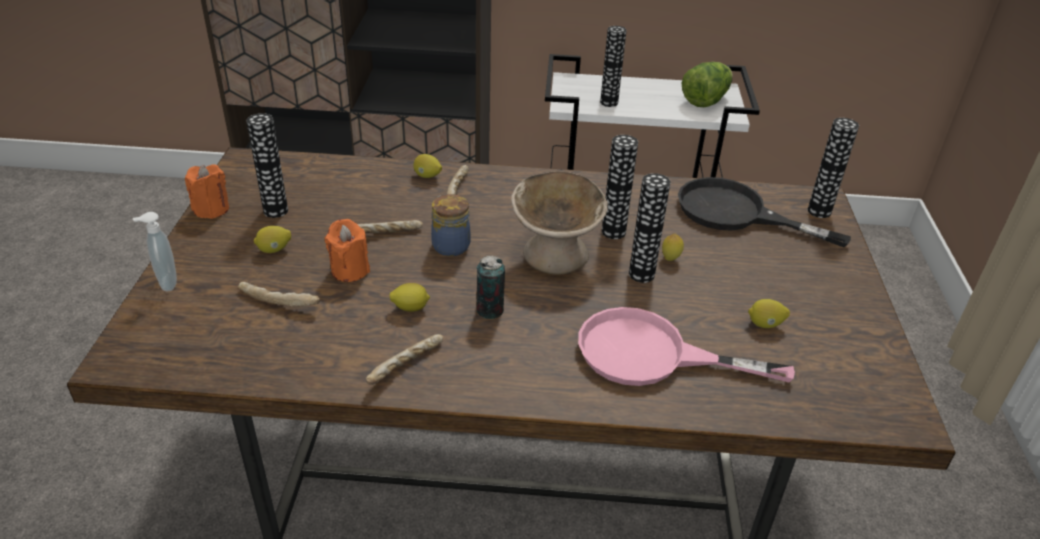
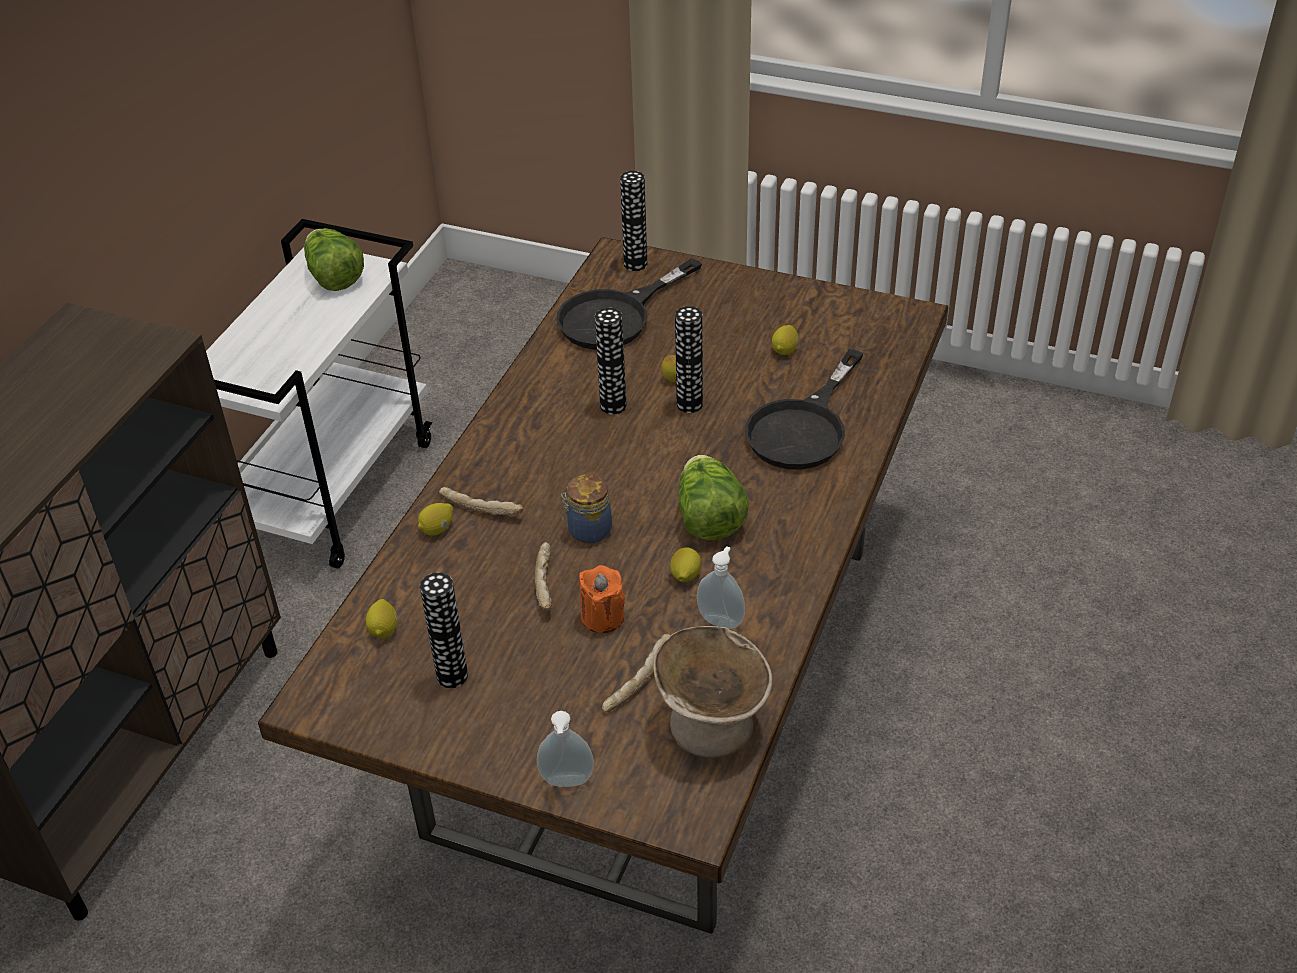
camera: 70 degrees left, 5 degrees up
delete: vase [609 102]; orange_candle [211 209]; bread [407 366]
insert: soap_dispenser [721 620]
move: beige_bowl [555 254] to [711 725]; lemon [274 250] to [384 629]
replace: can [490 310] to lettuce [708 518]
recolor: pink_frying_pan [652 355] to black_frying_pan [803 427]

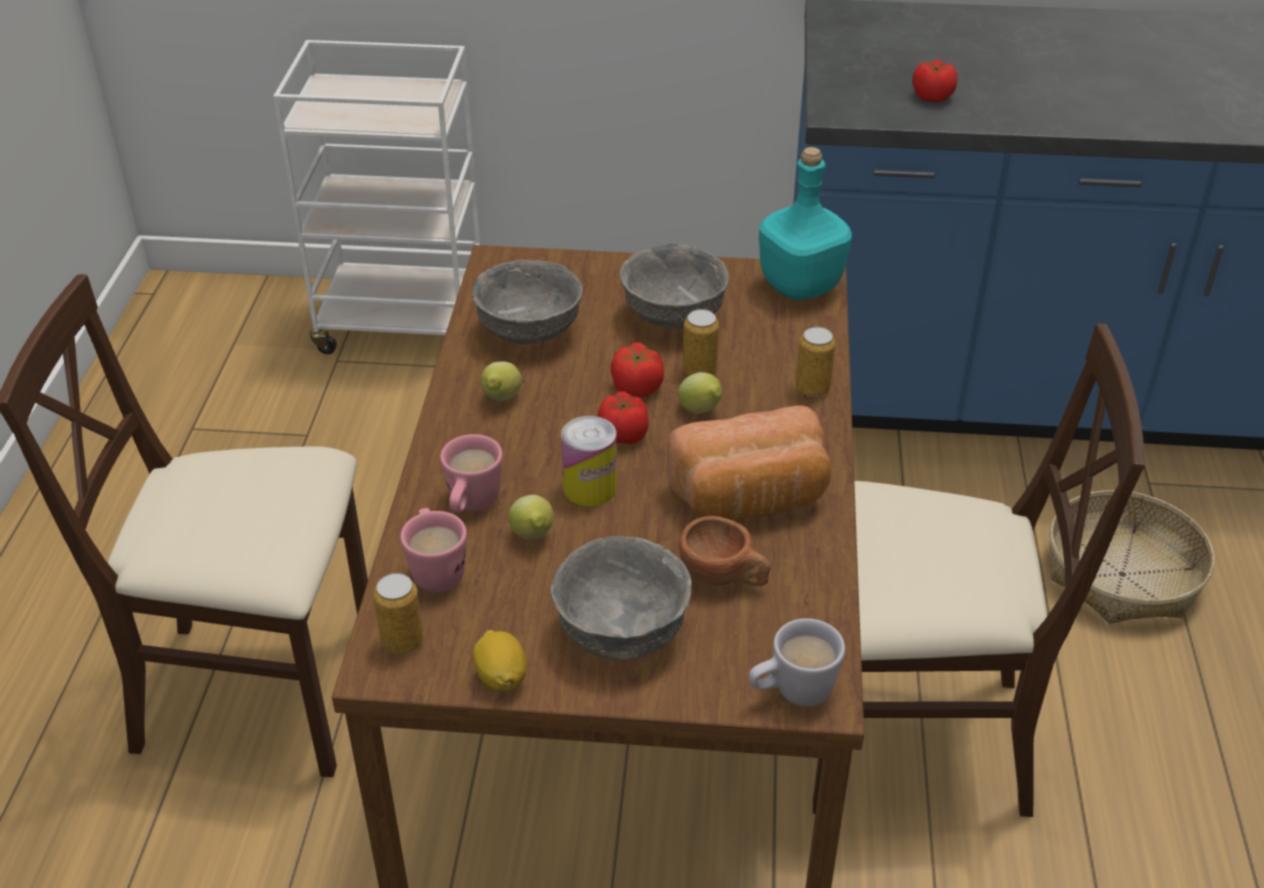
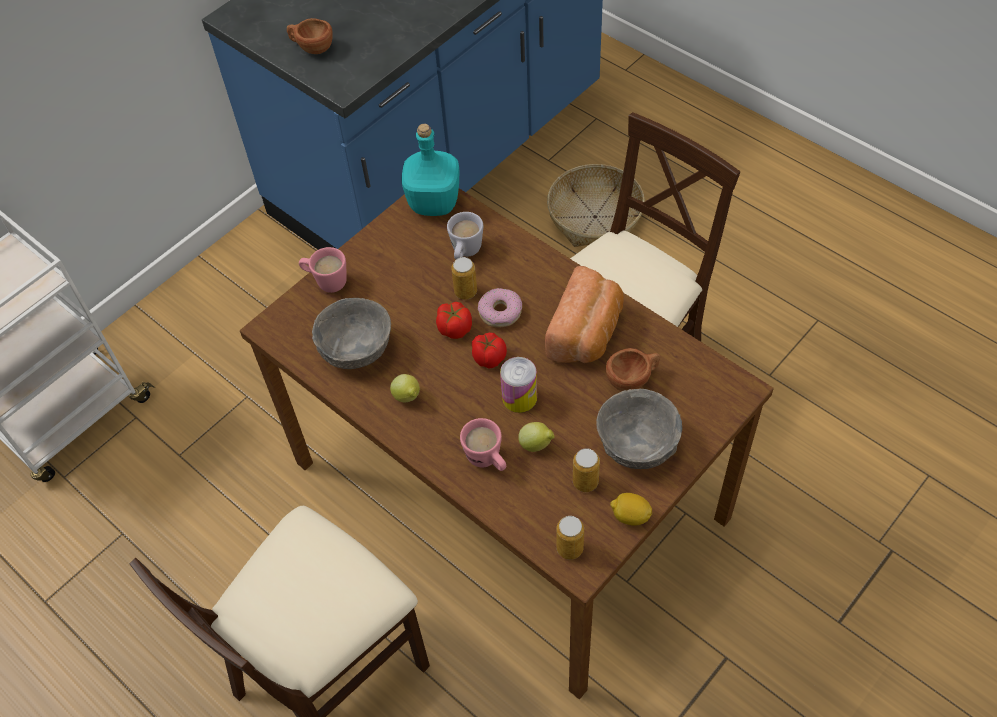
camera: 50 degrees left, 15 degrees up
delete: tomato [931 97]; grey_bowl [672 315]
insert: brown_cup [312 48]
move: can [812 388] to [585 482]; pink_mug [436 569] to [326 281]; white_mug [791 693] to [465 253]
replace: lemon [701 411] to donut [500 312]

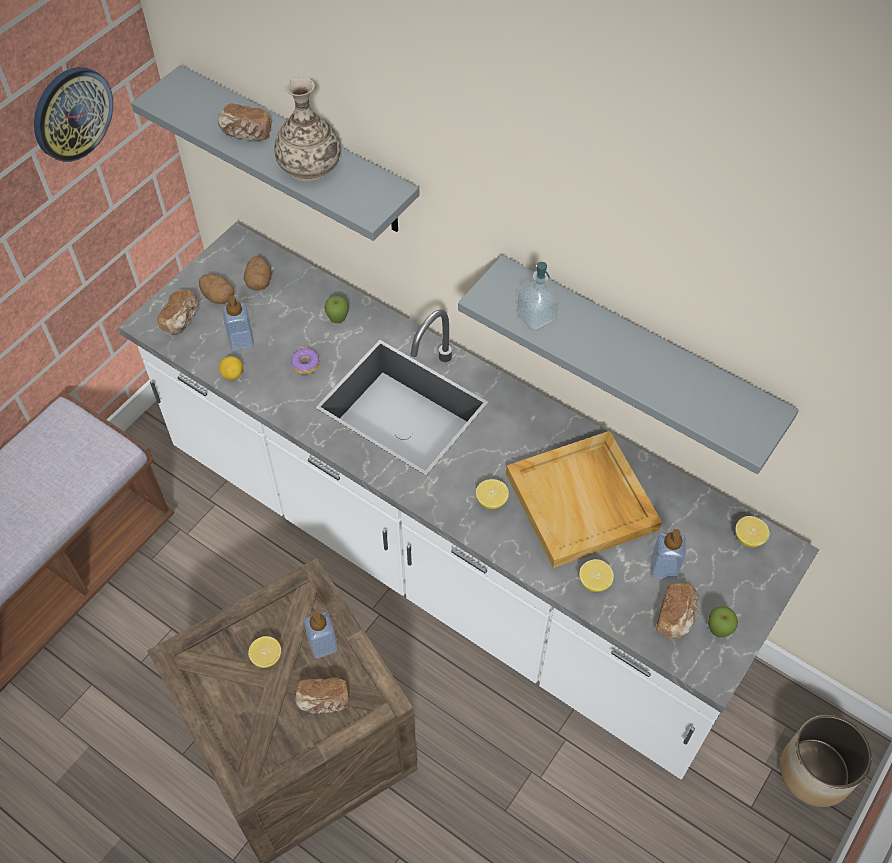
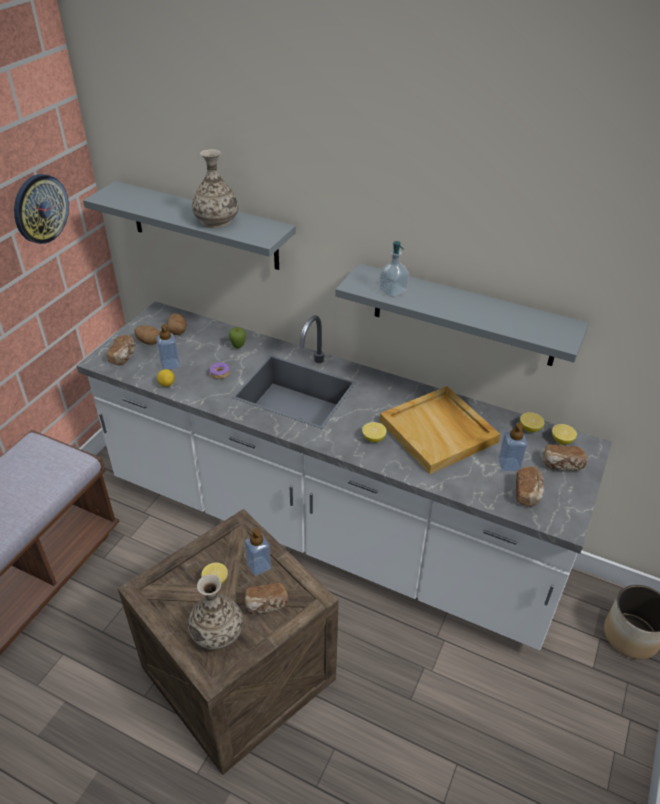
camera: 10 degrees left, 15 degrees down
delete: apple [718 631]
insert: vase [217 632]
move: bread [246 134] to [562 465]; lemon [594 582] to [530 428]

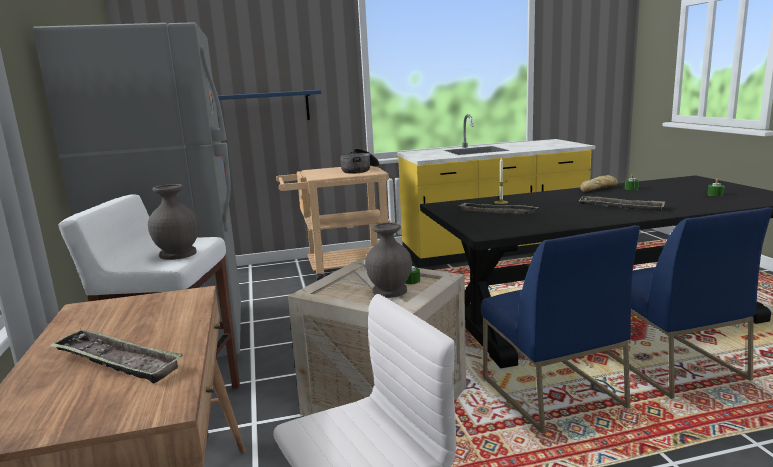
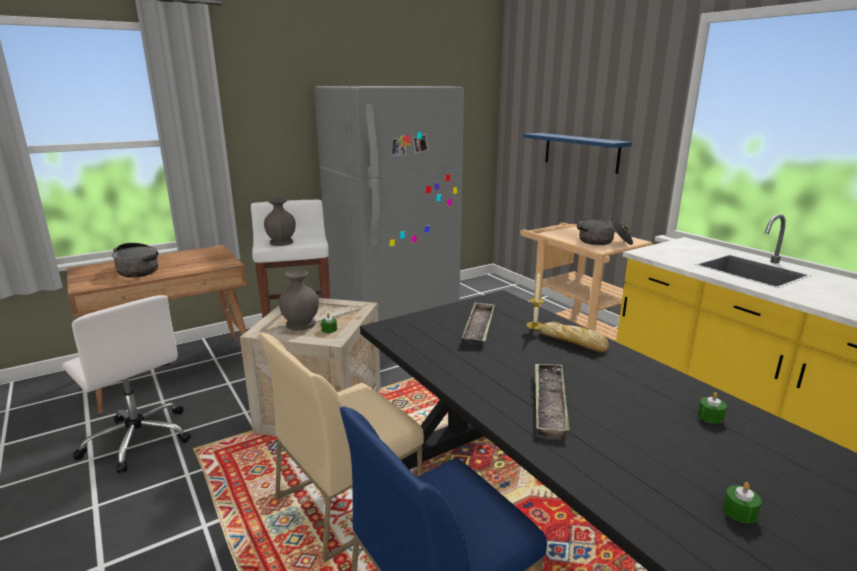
camera: 70 degrees right, 5 degrees up
move: bread [599 188] to [574 342]
replace: tray [116 362] to cooking_pot [139 269]
recolor: blue_chair [550 392] to beige_chair [348 501]

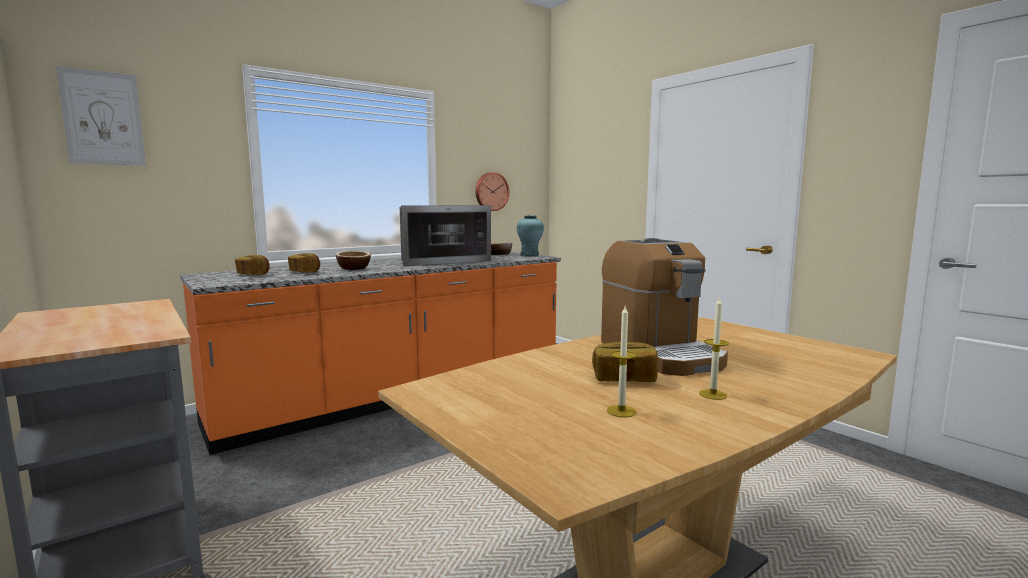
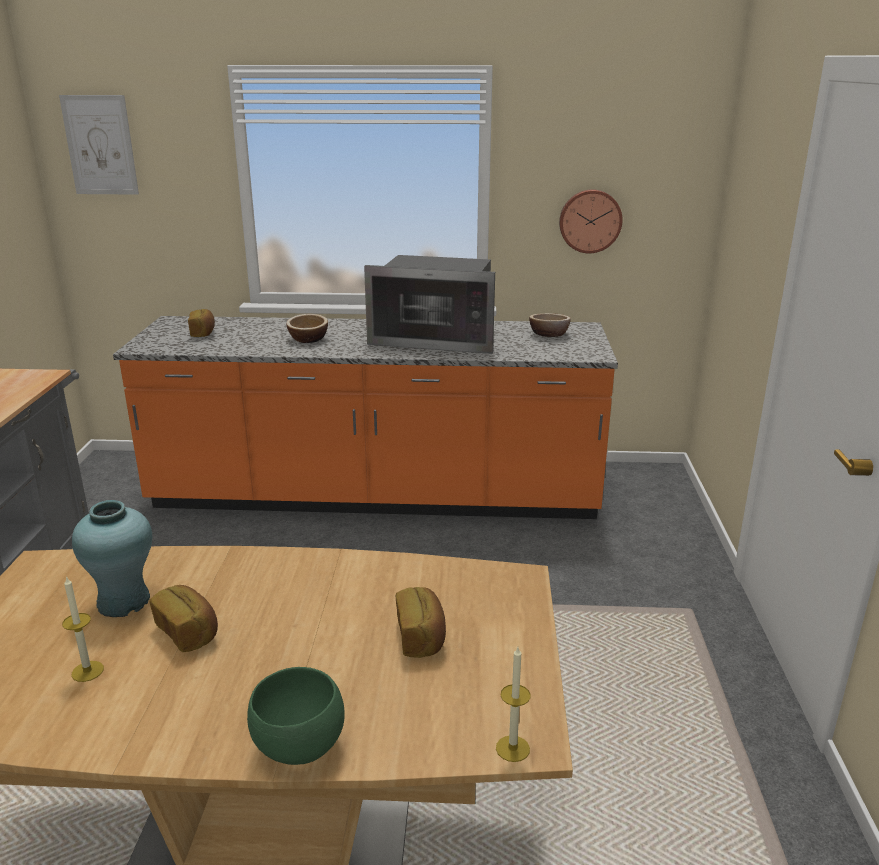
camera: 40 degrees right, 15 degrees up
delete: coffee_machine [659 353]
insert: green_bowl [300 749]
move: turquoise_vase [529 255] to [124 601]; bread [305 272] to [421 637]; candle [713 394] to [512 748]

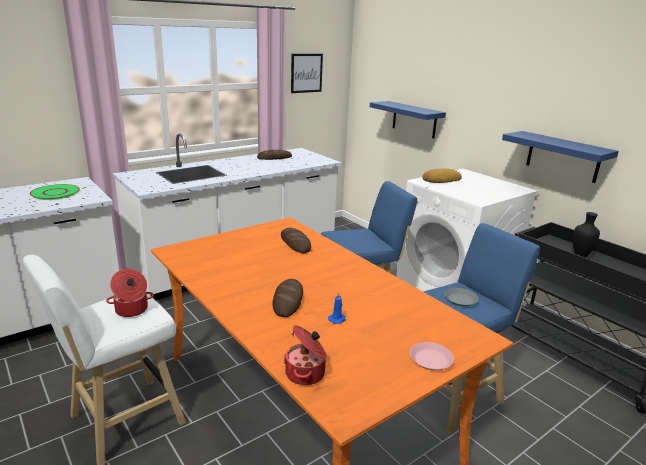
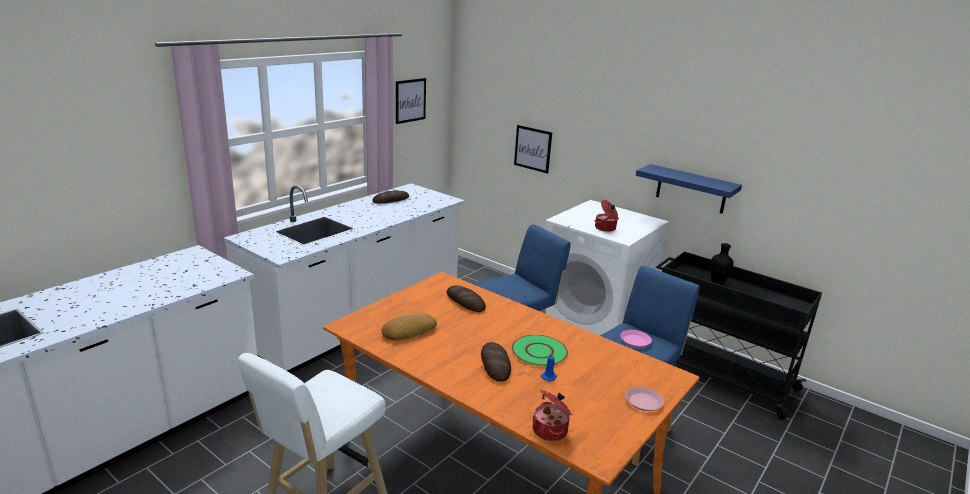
camera: 15 degrees left, 0 degrees up
move: bread [440 180] to [408 331]; green_plate [55 193] to [539 352]; cooking_pot [131 310] to [605 228]
replace: blue_shelf [414 119] to picture [533 148]
recolor: grey_plate [460 300] to pink_plate [635 341]

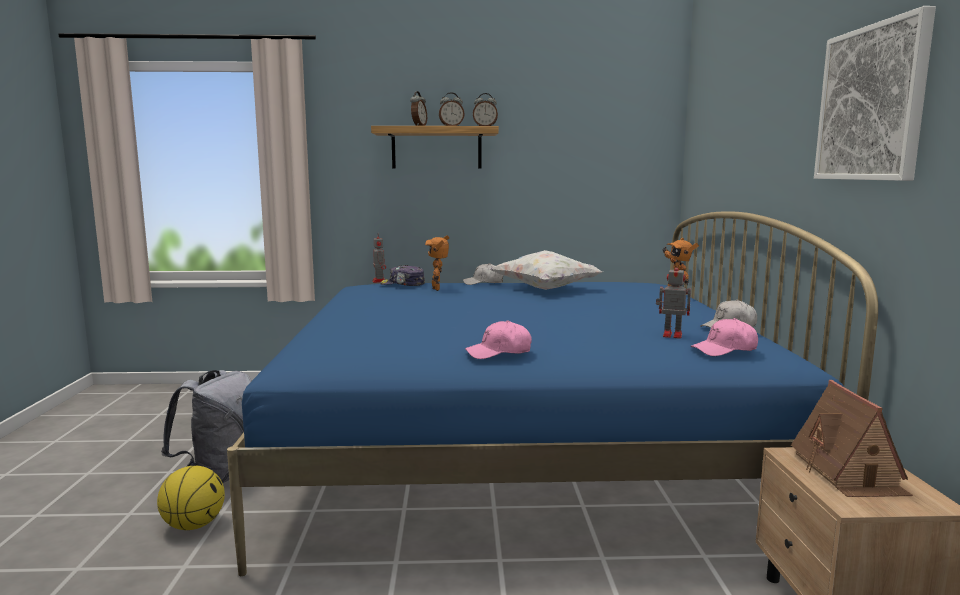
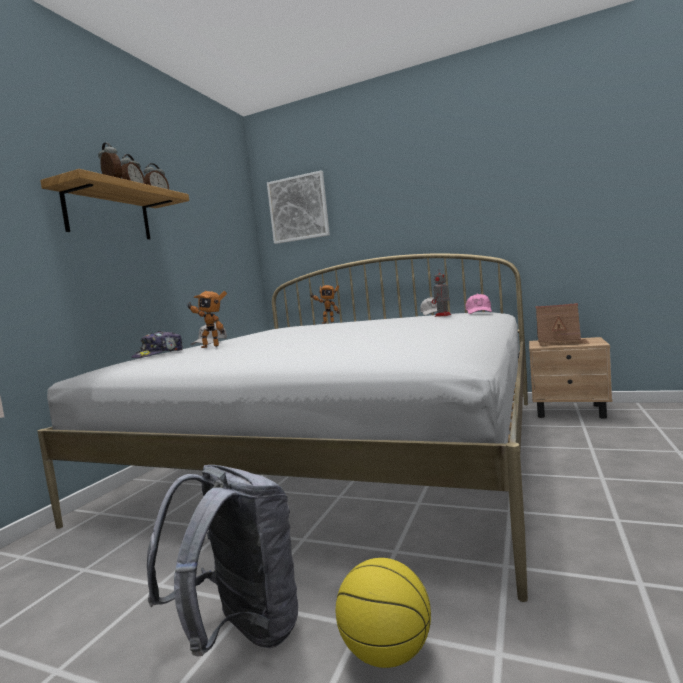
camera: 65 degrees left, 5 degrees down
delete: toy_robot [379 281]; white_pillow [546 289]; pink_cap [499 352]
move: picture [871 103] to [298 208]
recolor: blue_bed [521 448] to white_bed [344 452]

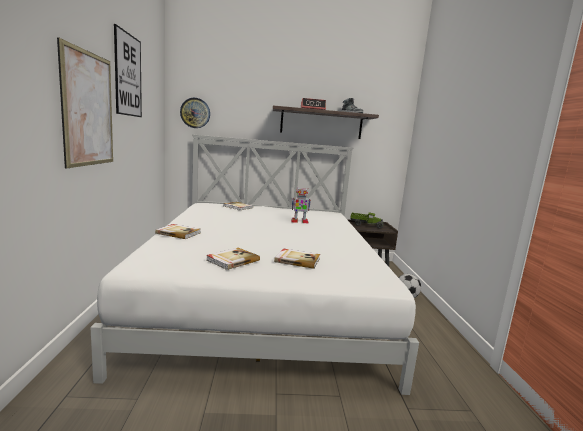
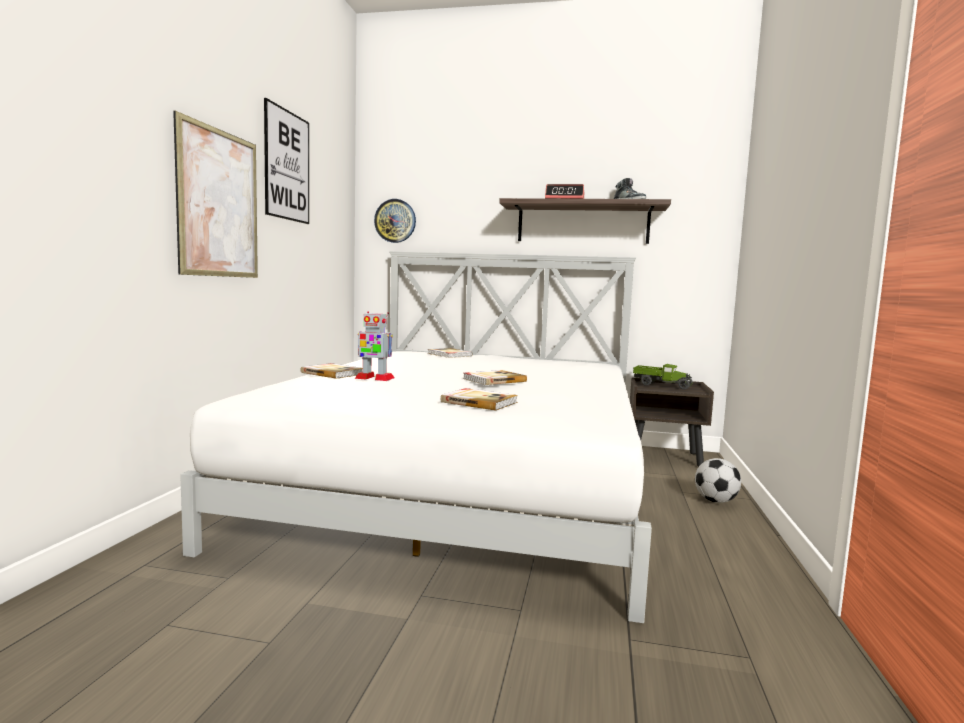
camera: 15 degrees right, 5 degrees down
move: toy_robot [299 221] to [374 378]; book [232 260] to [493 380]

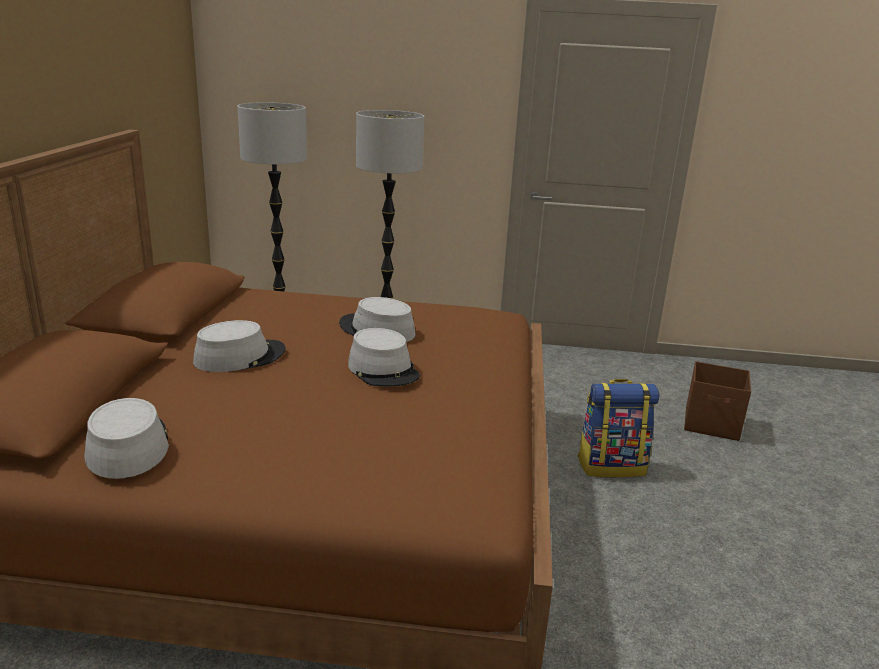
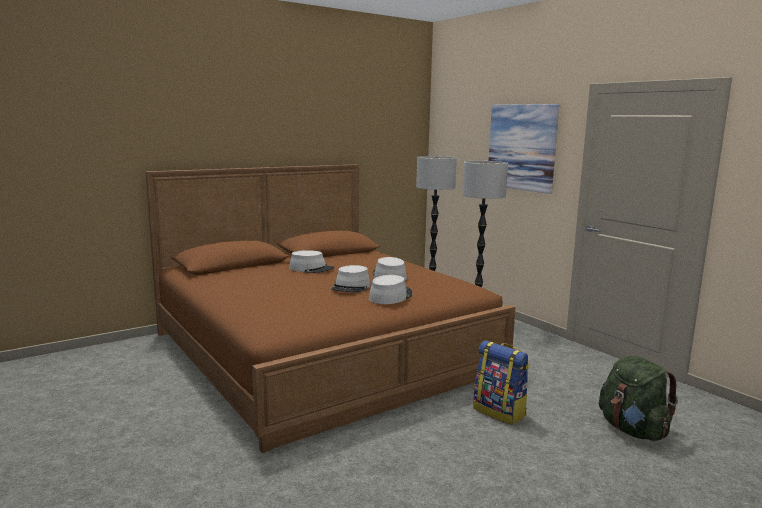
camera: 50 degrees right, 10 degrees down
insert: picture [521 147]
move: grey_hat [127 446] to [390 296]
replace: brown_storage_box [712 425] to green_backpack [632 430]

